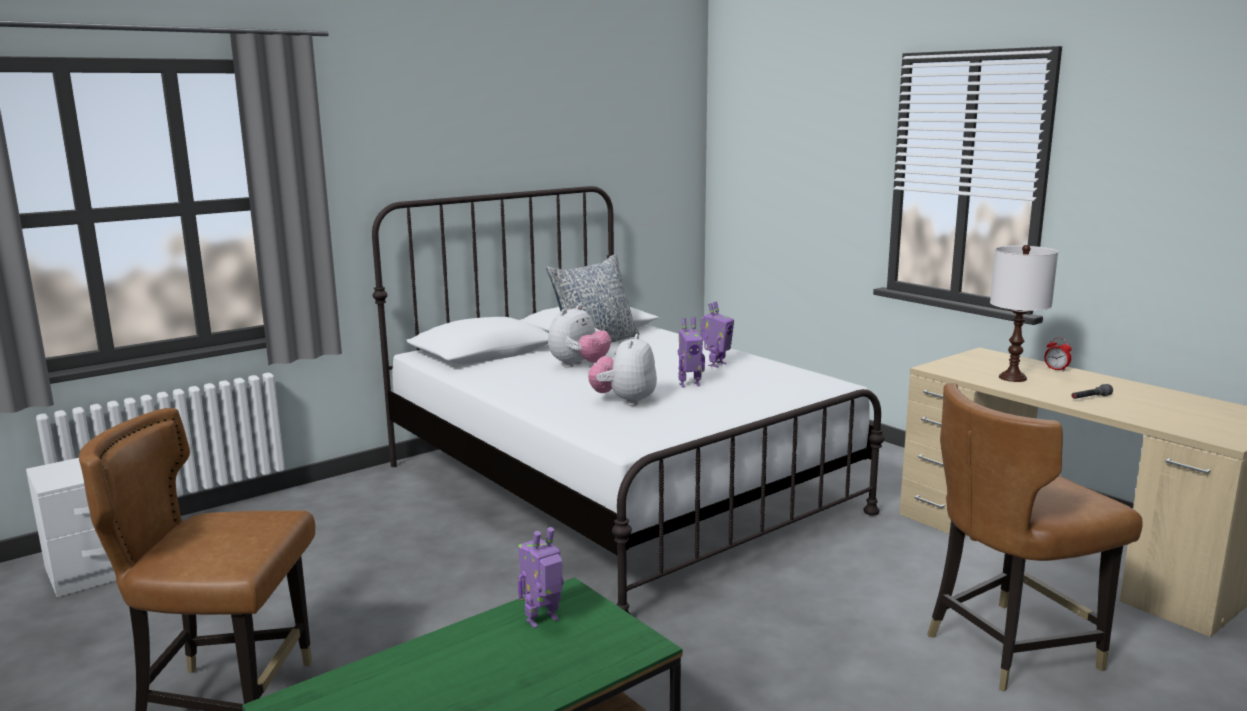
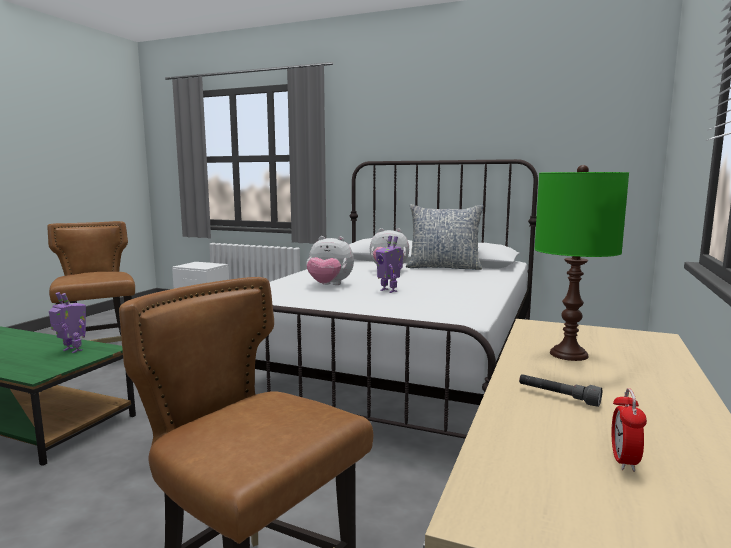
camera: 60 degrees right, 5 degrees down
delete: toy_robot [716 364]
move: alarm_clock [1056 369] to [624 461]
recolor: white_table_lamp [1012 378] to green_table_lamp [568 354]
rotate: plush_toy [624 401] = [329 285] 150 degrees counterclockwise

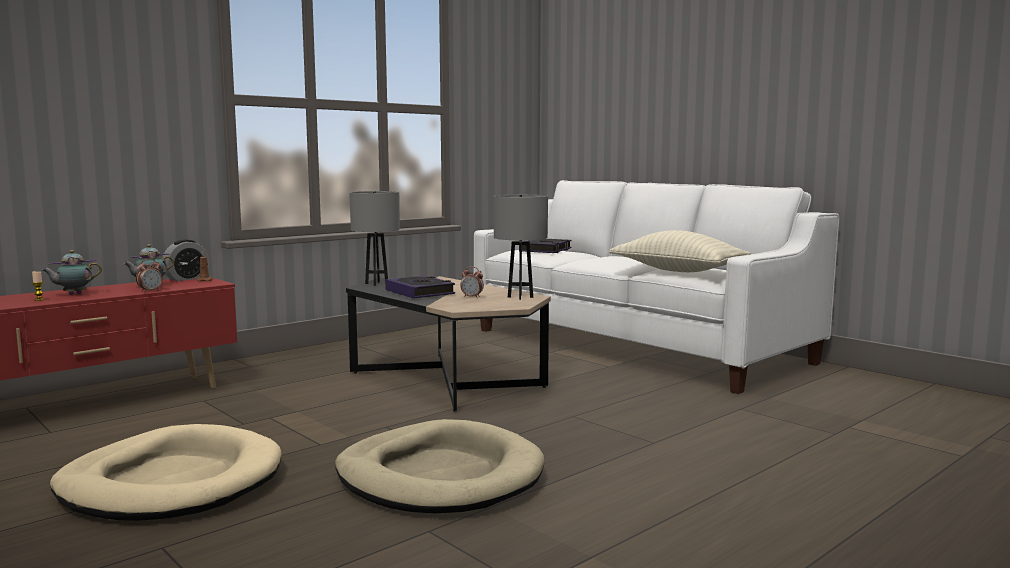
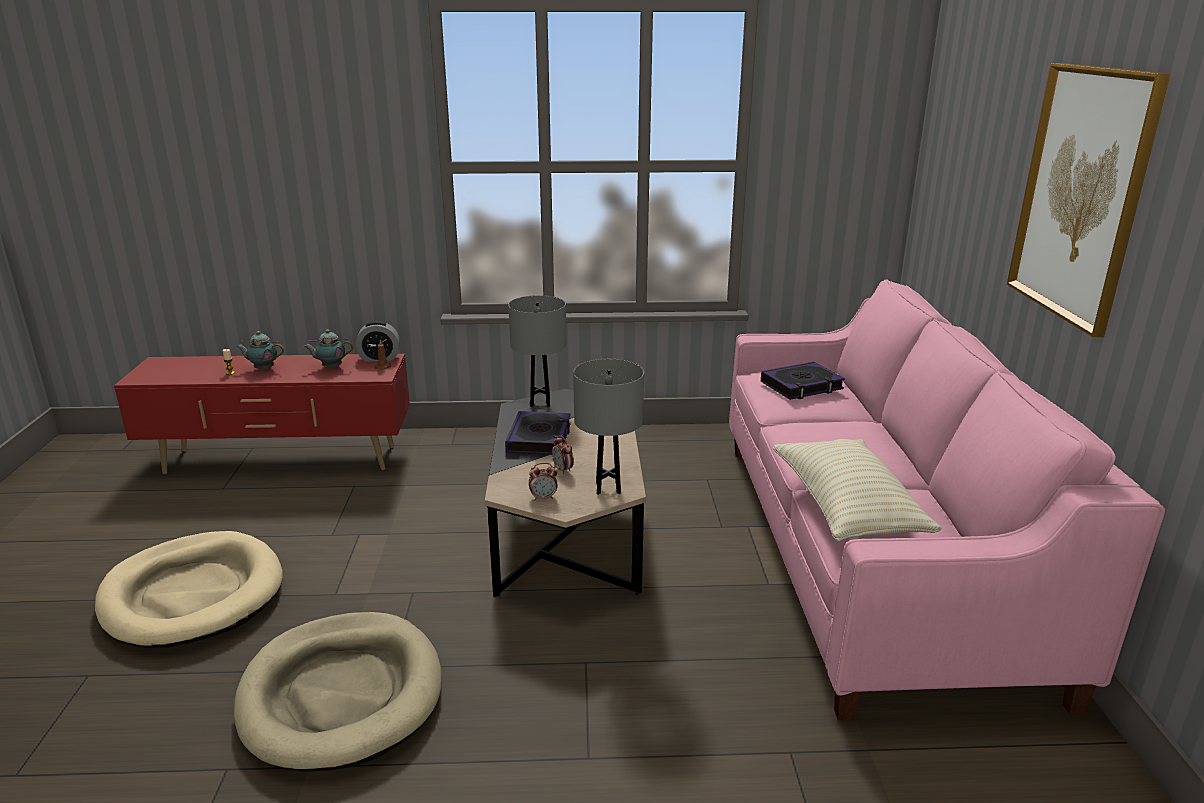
camera: 40 degrees right, 15 degrees up
insert: picture [1081 194]
move: alarm_clock [150 291] to [543 497]
recolor: white_sofa [636 346] to pink_sofa [869 554]

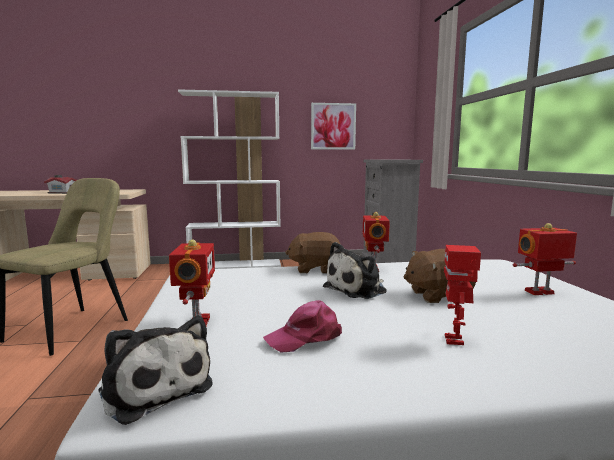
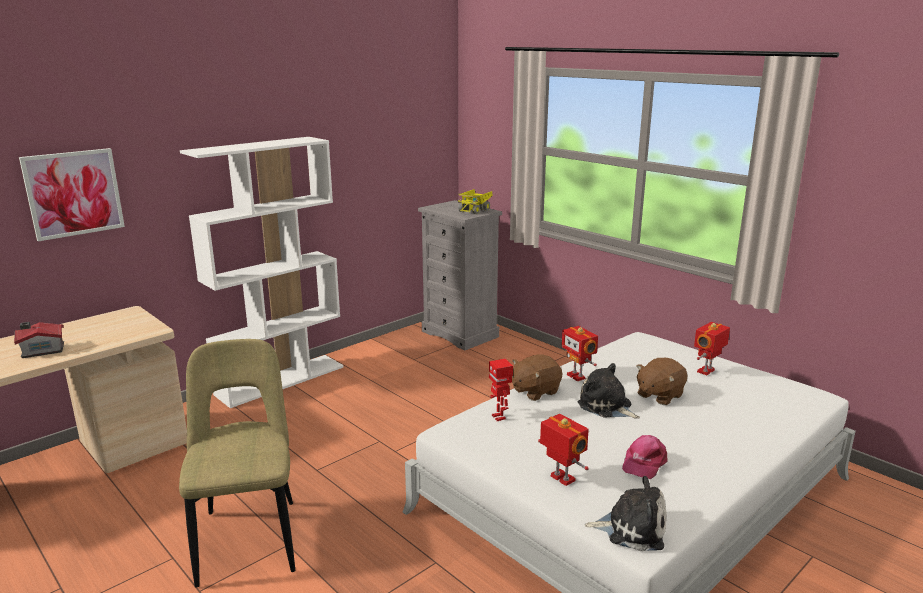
camera: 35 degrees left, 10 degrees up
insert: toy_truck [475 210]
move: picture [333 126] to [74 193]; toy_robot [455 340] to [499 417]
rotate: plush_toy [358 289] = [607 406] 120 degrees clockwise

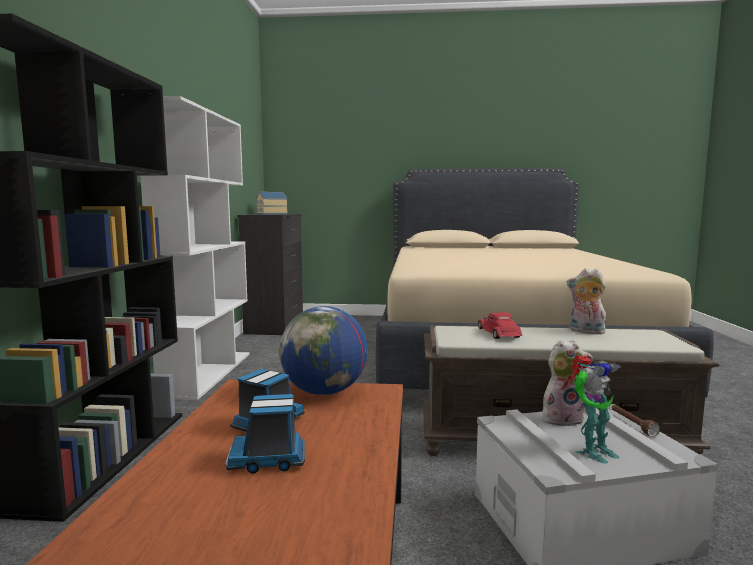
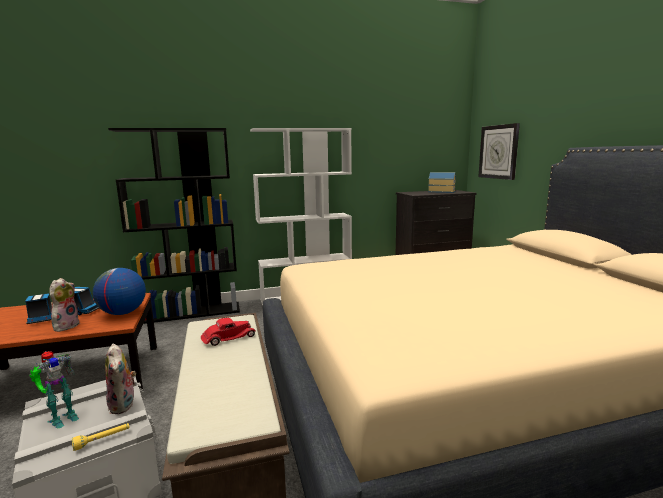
camera: 70 degrees right, 5 degrees up
insert: wall_clock [498 152]
move: plush_toy [585 332] to [66 326]
recolor: brown_flashlight [632 424] to yellow_flashlight [102 440]
rotate: toy_robot [592 452] = [61 418] 90 degrees counterclockwise

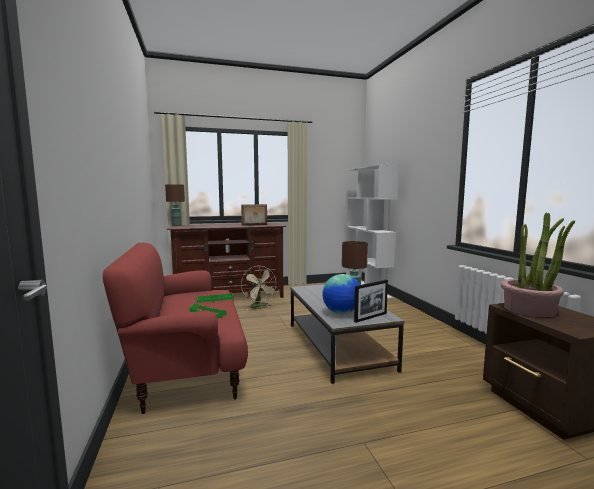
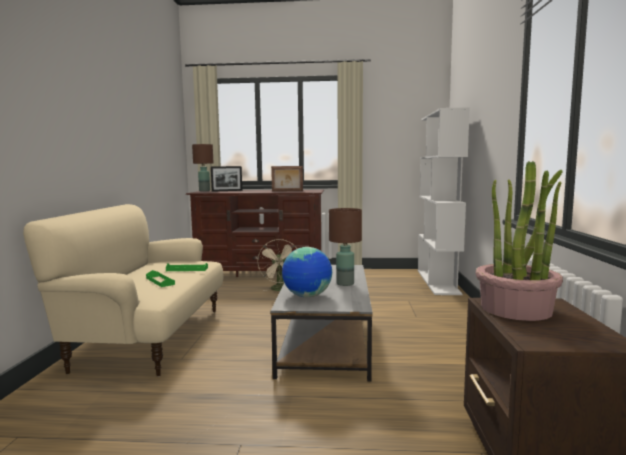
camera: 20 degrees right, 0 degrees up
move: picture_frame [370 317] to [227 191]
recolor: red_sofa [188 365] to beige_sofa [149 337]

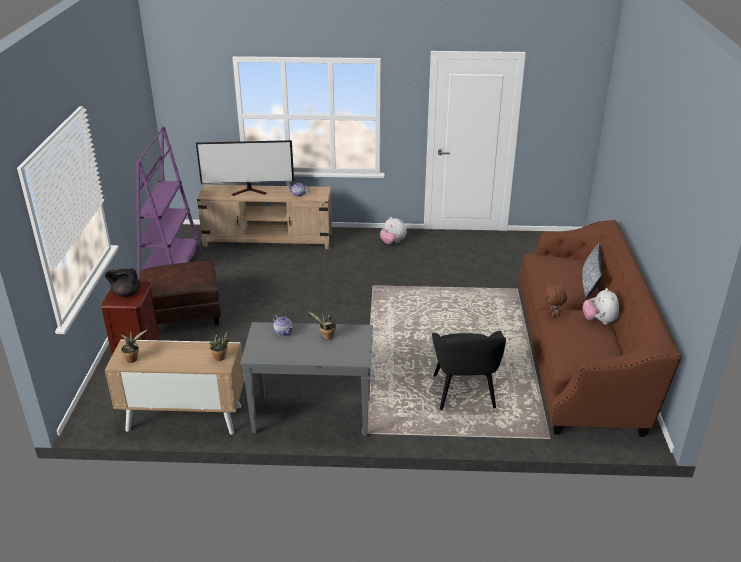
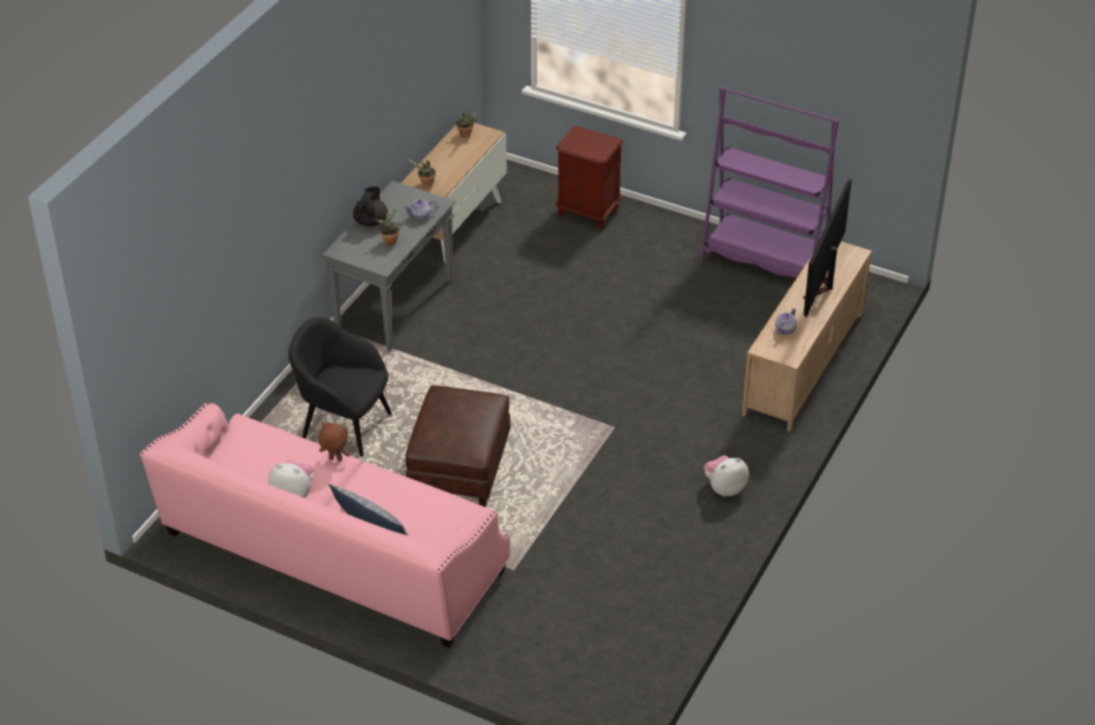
camera: 115 degrees right, 10 degrees up
move: brown_ottoman [184 314] to [460 469]; black_teapot [126 293] to [371 221]
recolor: brown_sofa [579 355] to pink_sofa [332 555]

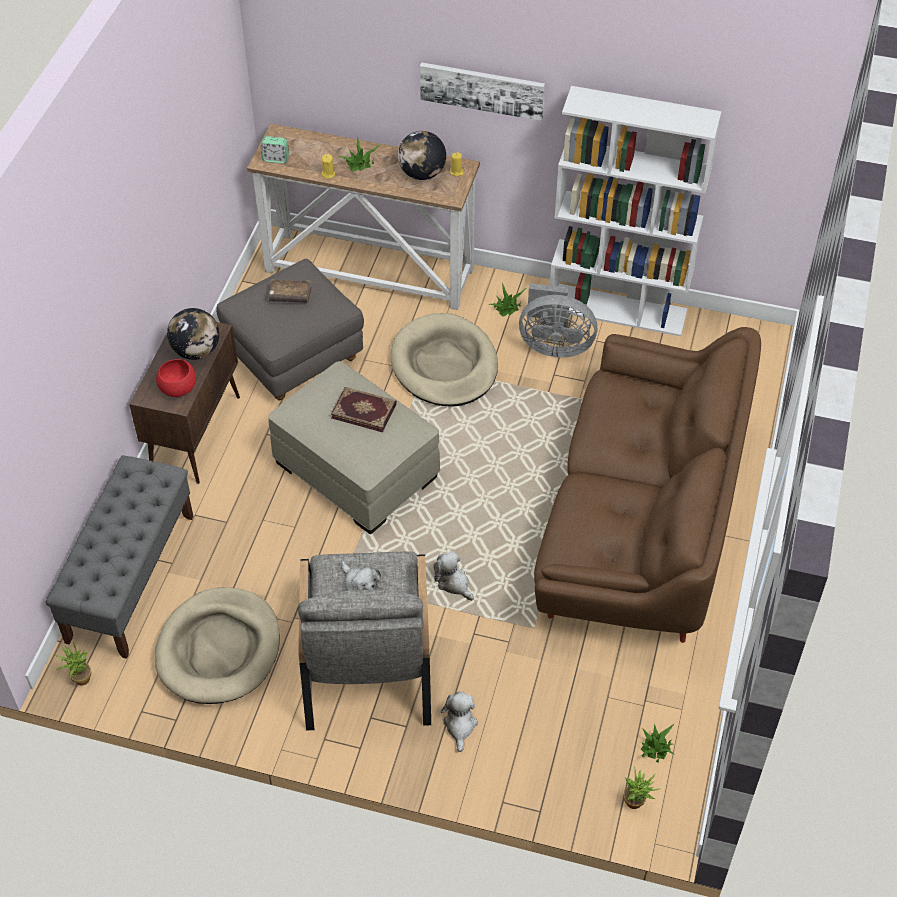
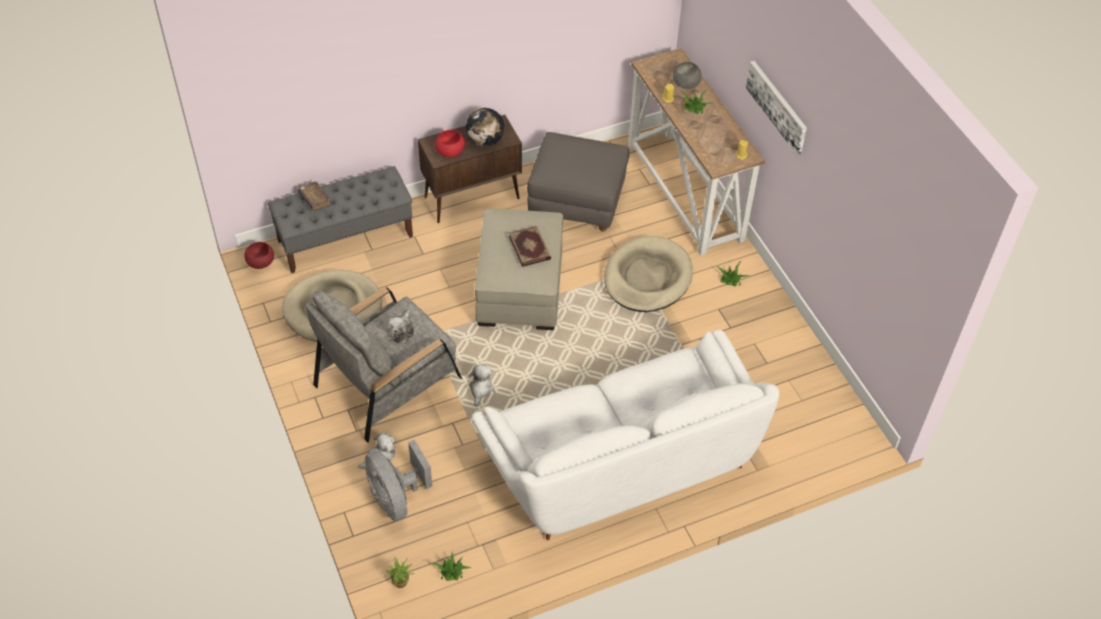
camera: 50 degrees right, 0 degrees up
delete: white_bookcase [618 309]; globe [422 174]; alarm_clock [275 158]
insert: grey_bowl [685 83]
move: brown_book [290 296] to [315 200]; grey_fan [554 345] to [396 498]
replace: potted_plant [79 678] to red_bowl [261 262]
recolor: brown_sofa [639 524] to white_sofa [620 459]

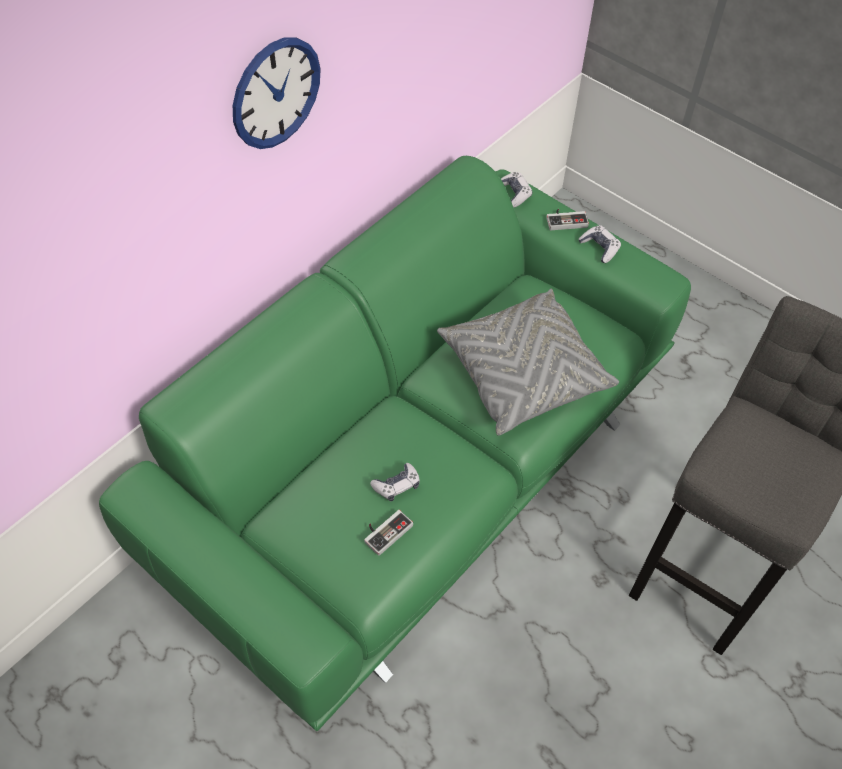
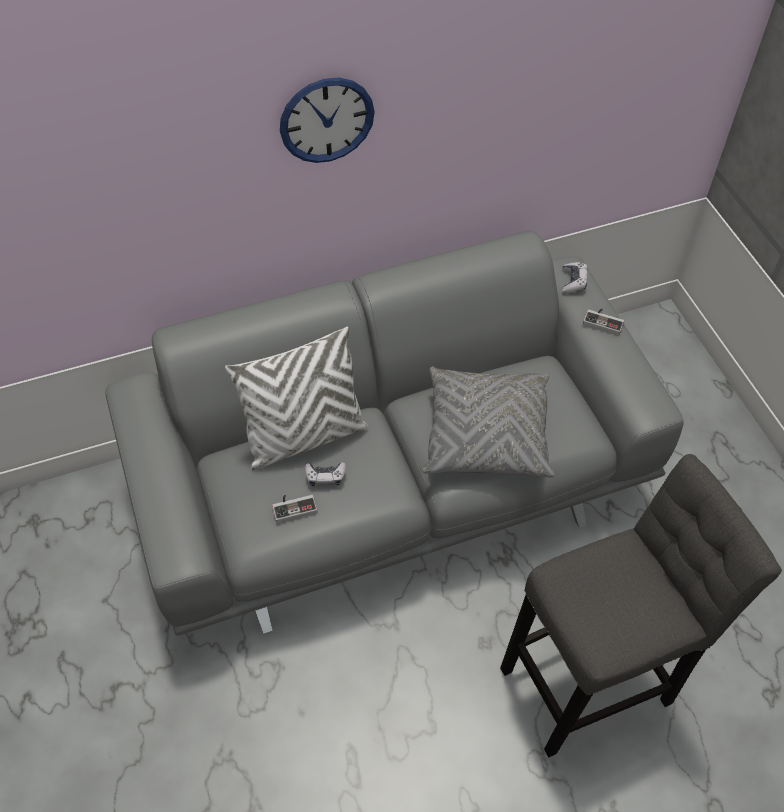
camera: 30 degrees right, 0 degrees up
delete: game_controller [599 248]
insert: white_pillow [305 436]
recolor: green_sofa [418 467] to grey_sofa [393 481]

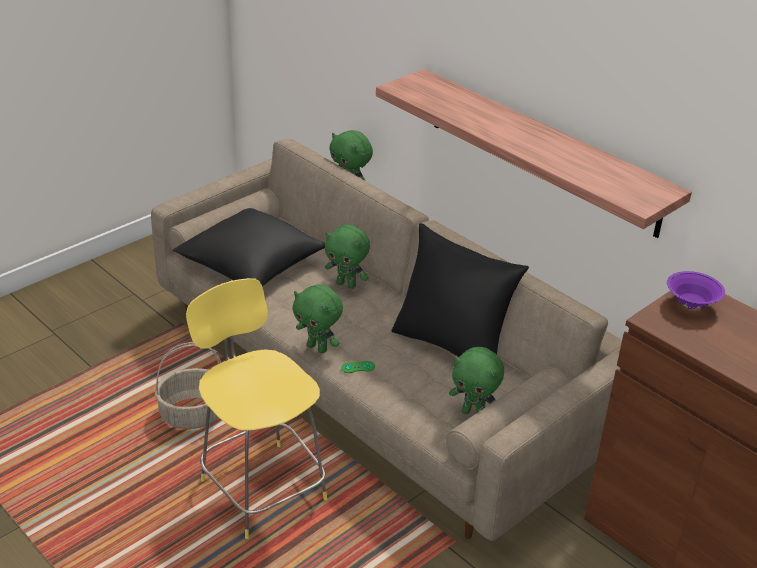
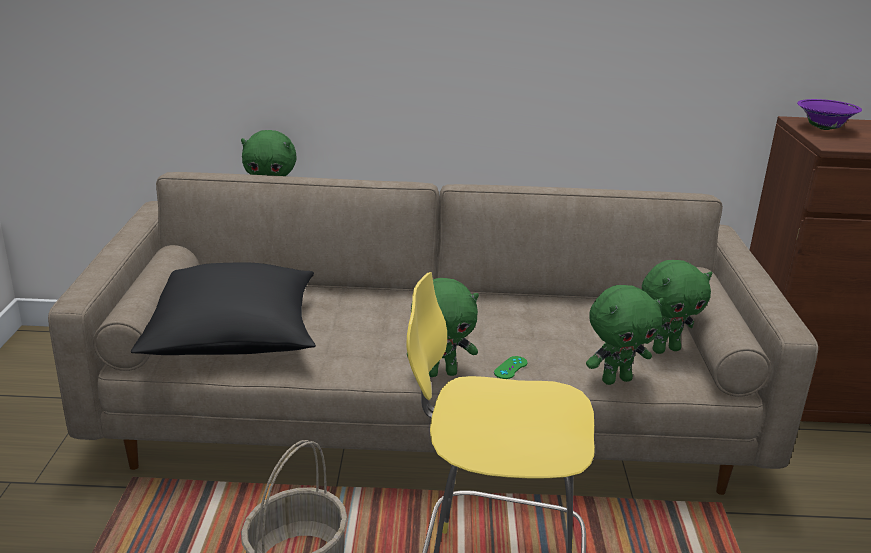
camera: 45 degrees left, 10 degrees down
delete: shelf [542 151]; black_pillow [452 345]
move: green_plush_toy [346 284] to [616 379]

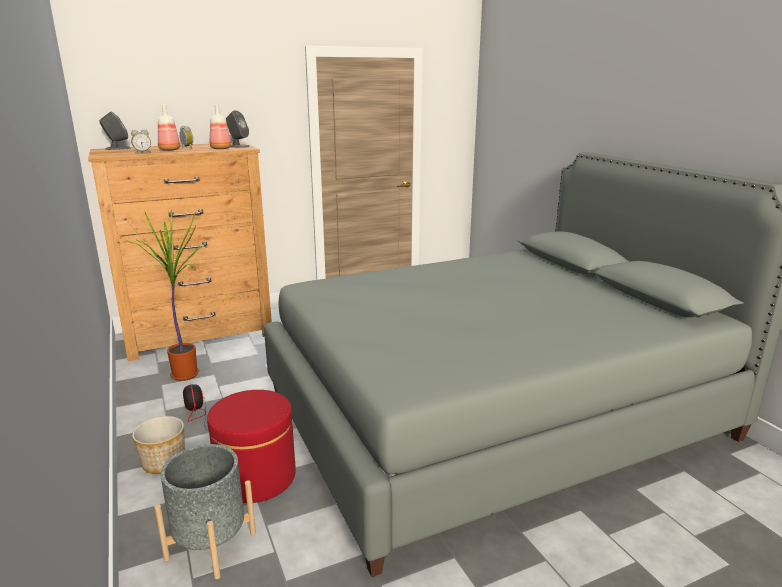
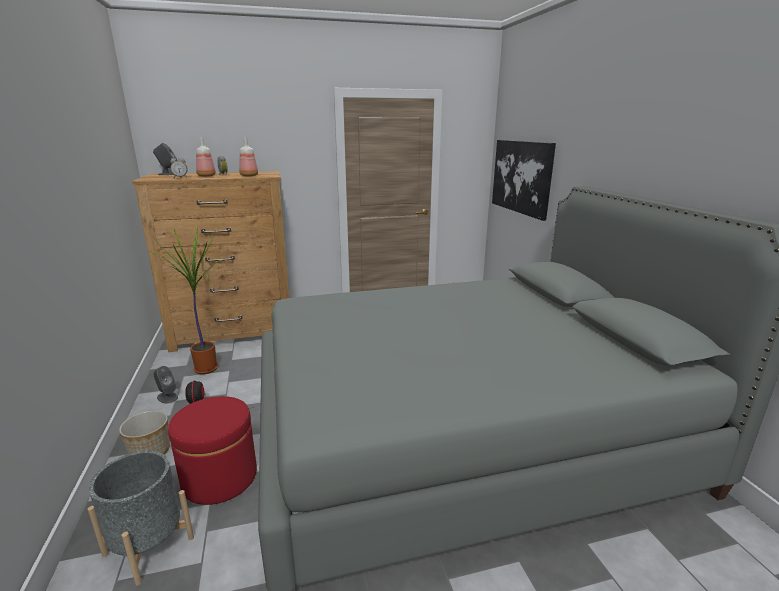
camera: 10 degrees right, 0 degrees up
insert: picture [521 177]
move: grey_speaker [238 146] to [167 397]

